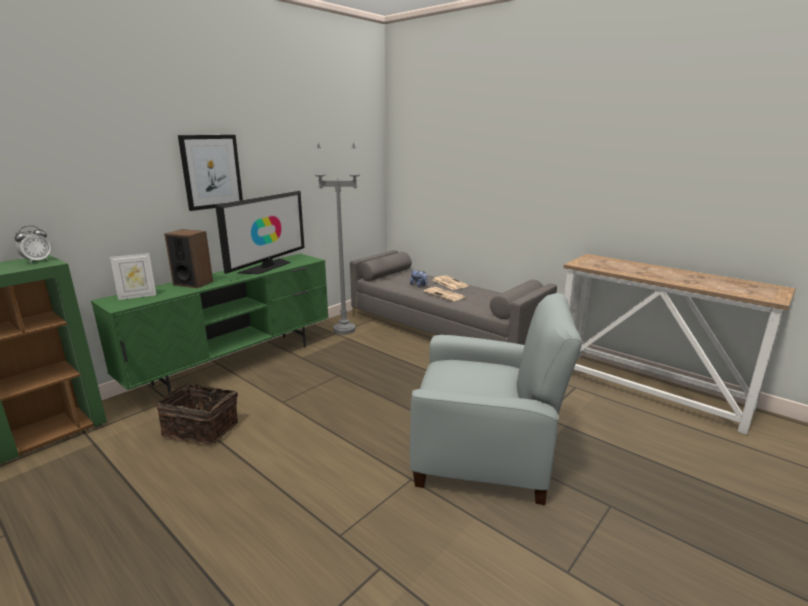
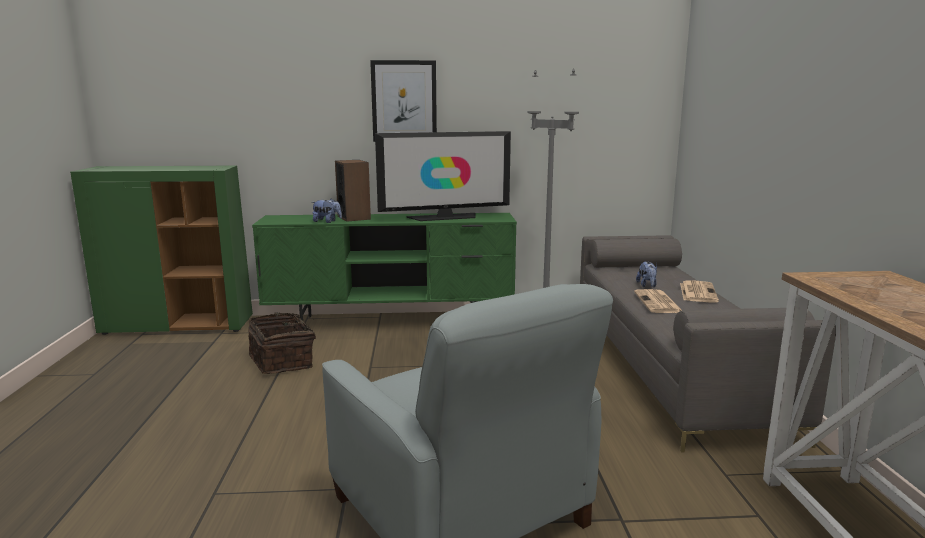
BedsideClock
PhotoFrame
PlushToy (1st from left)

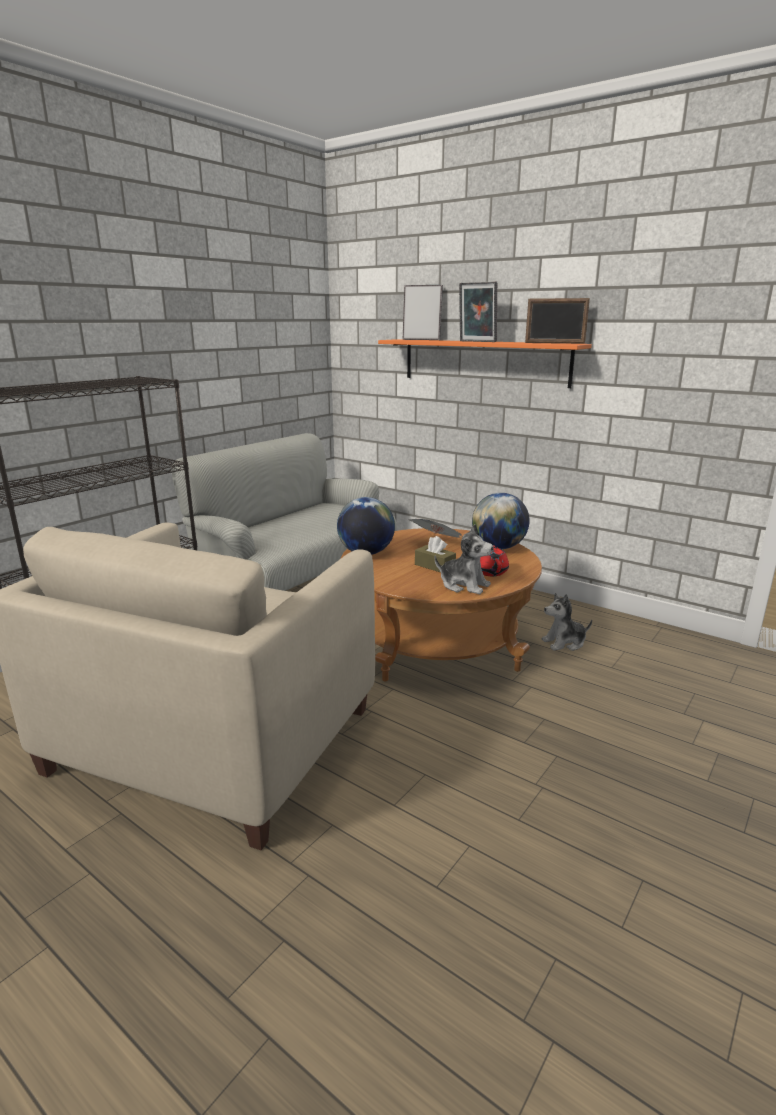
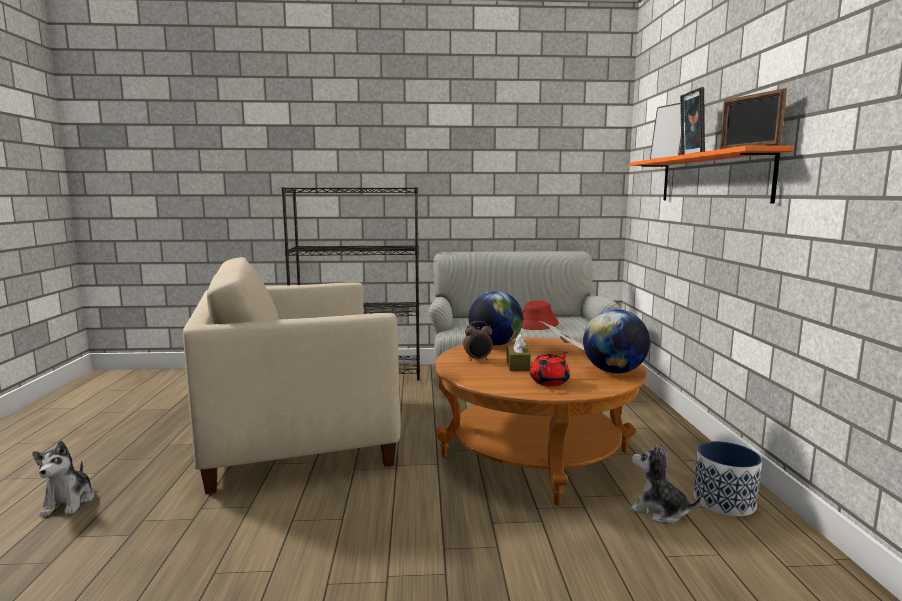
PlushToy (1st from left)
RedColouredClothingHat
BedsideClock
Planter

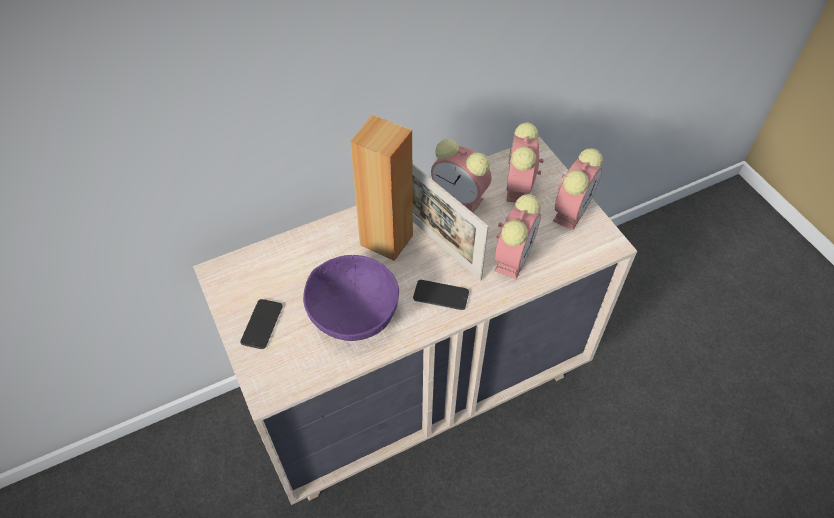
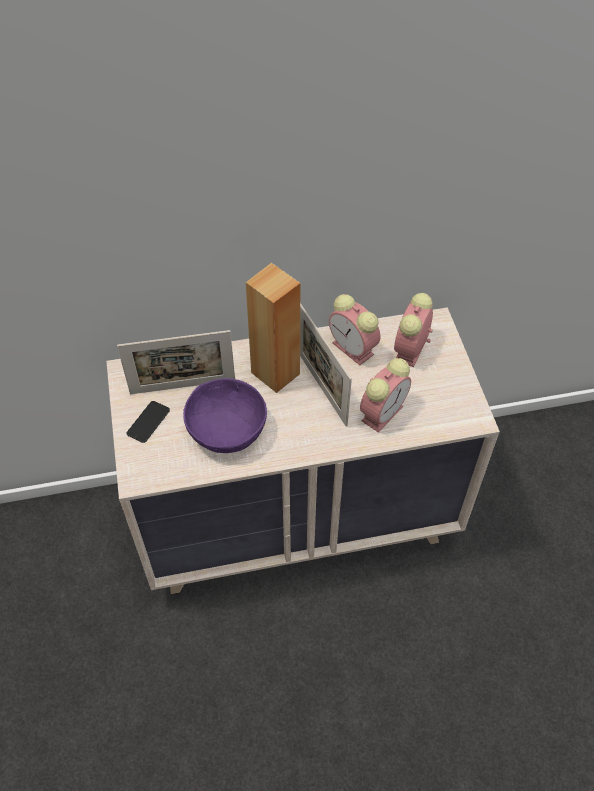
BedsideClock (4th from left in the first image)
Phone (2nd from left in the first image)
PhotoFrame (1st from left)

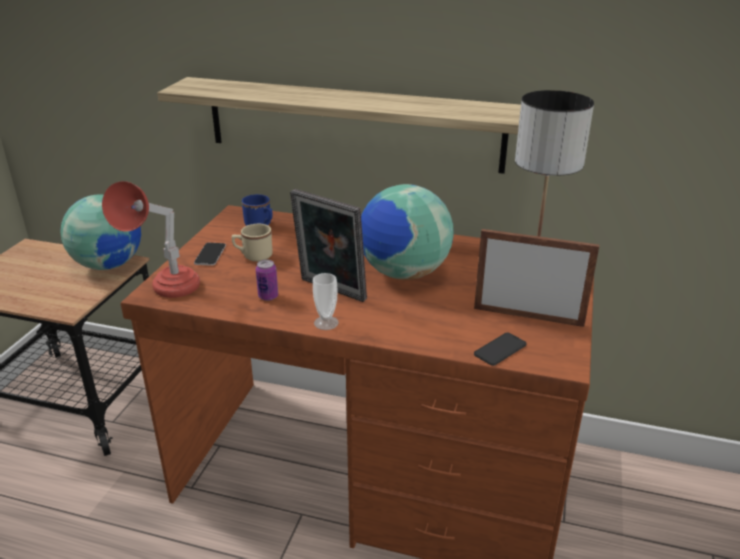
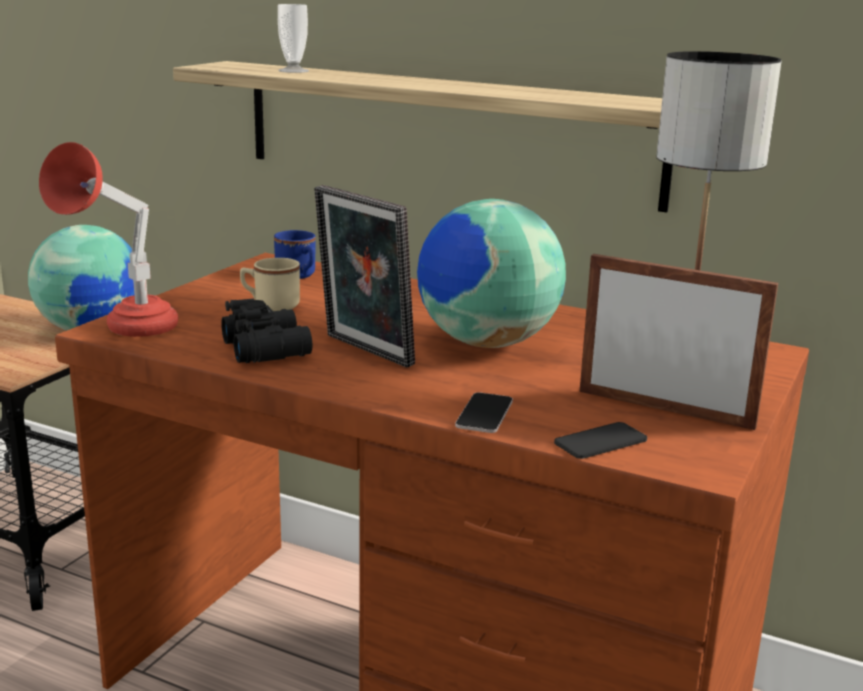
Phone (1st from left)
BlackPairOfBinoculars
SmallCup

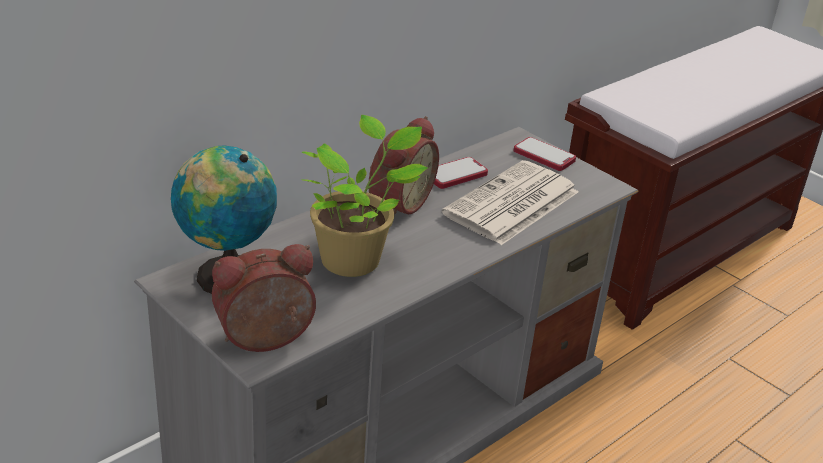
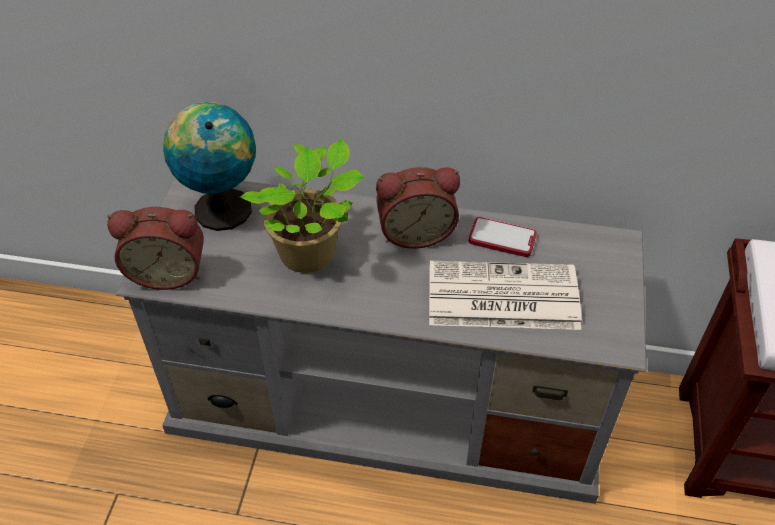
Phone (2nd from left in the first image)
BedsideClock (1st from left)

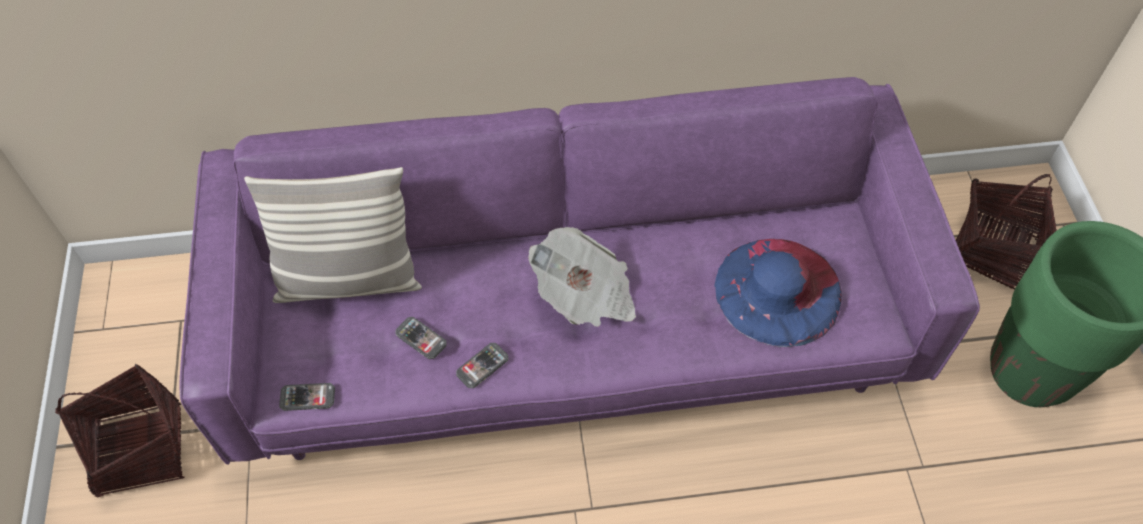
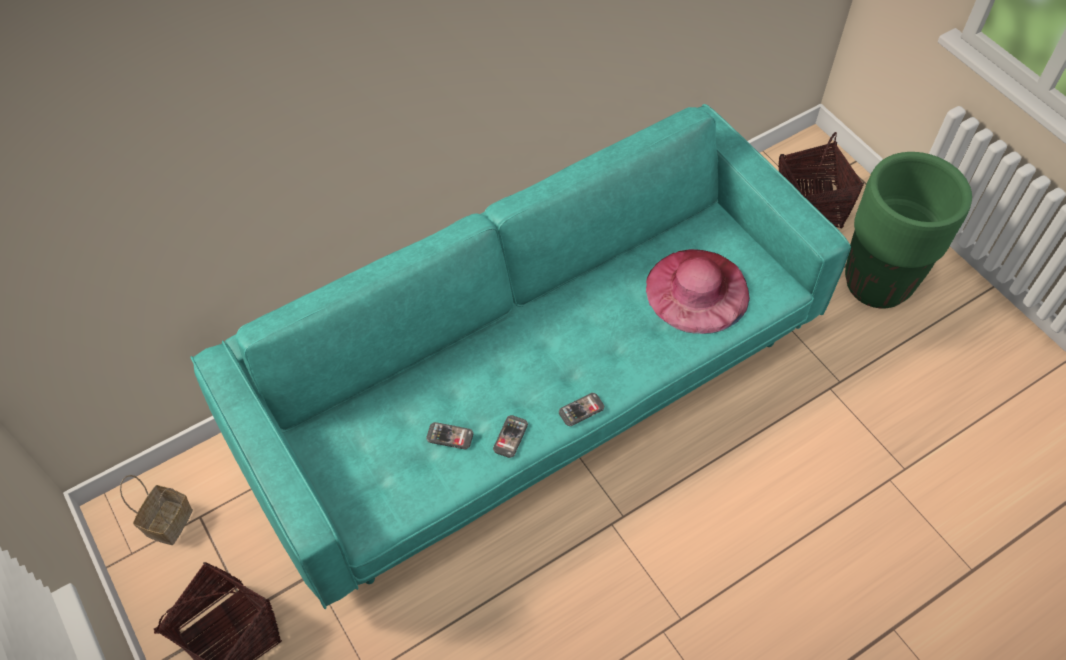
BlueGreenCouch
Pillow
PrintedPaper
PinkClothingHat
Phone (3rd from left)
Basket (1st from left)

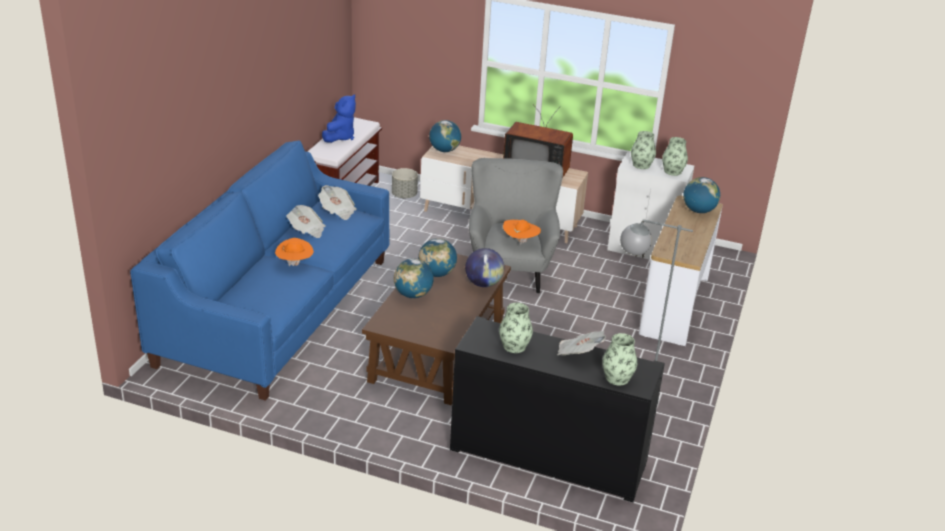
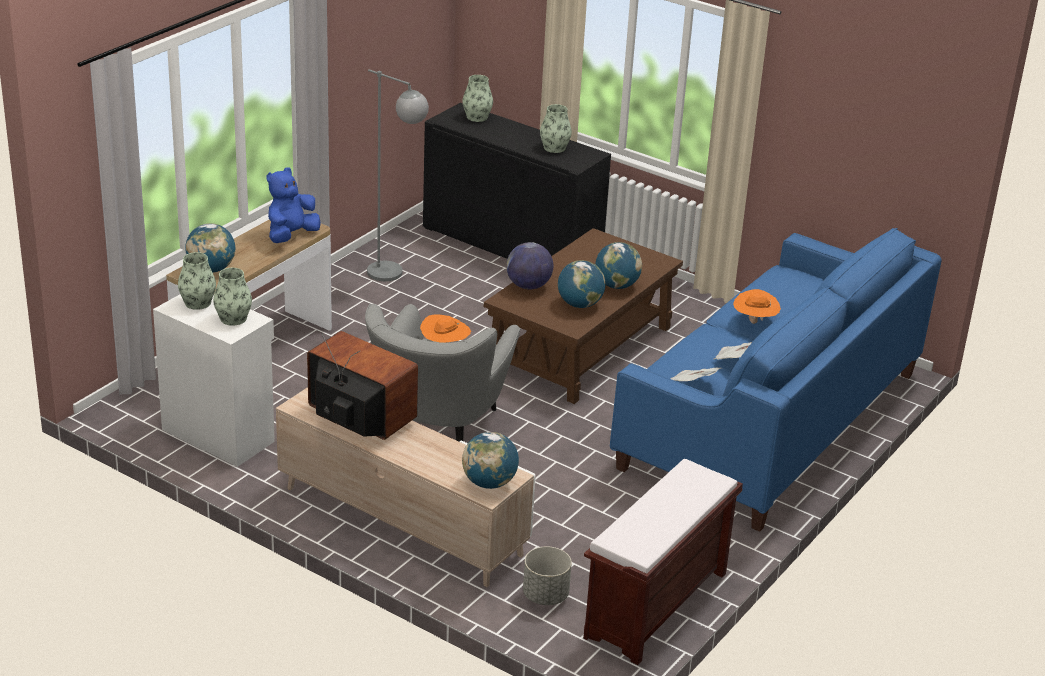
BluishPlushToy
PrintedPaper (3rd from left in the first image)

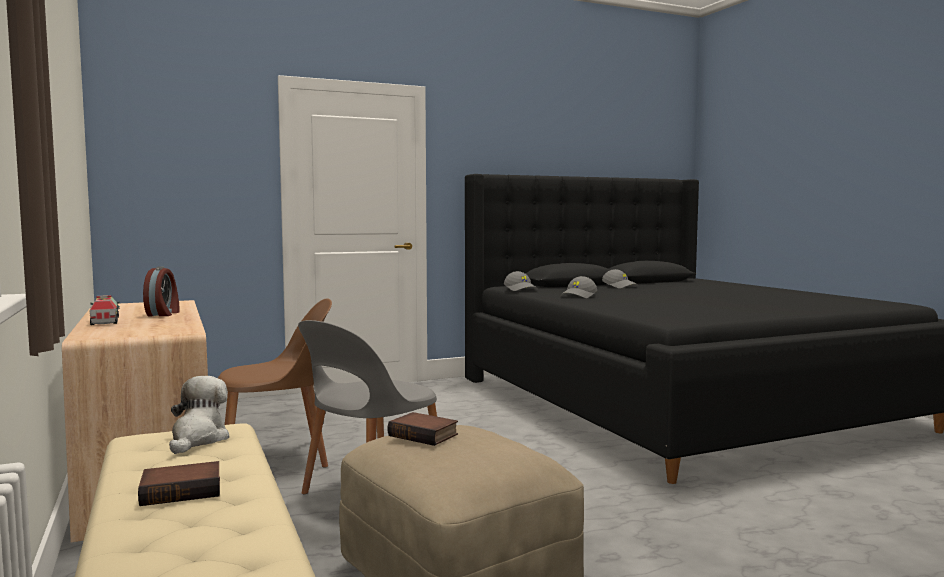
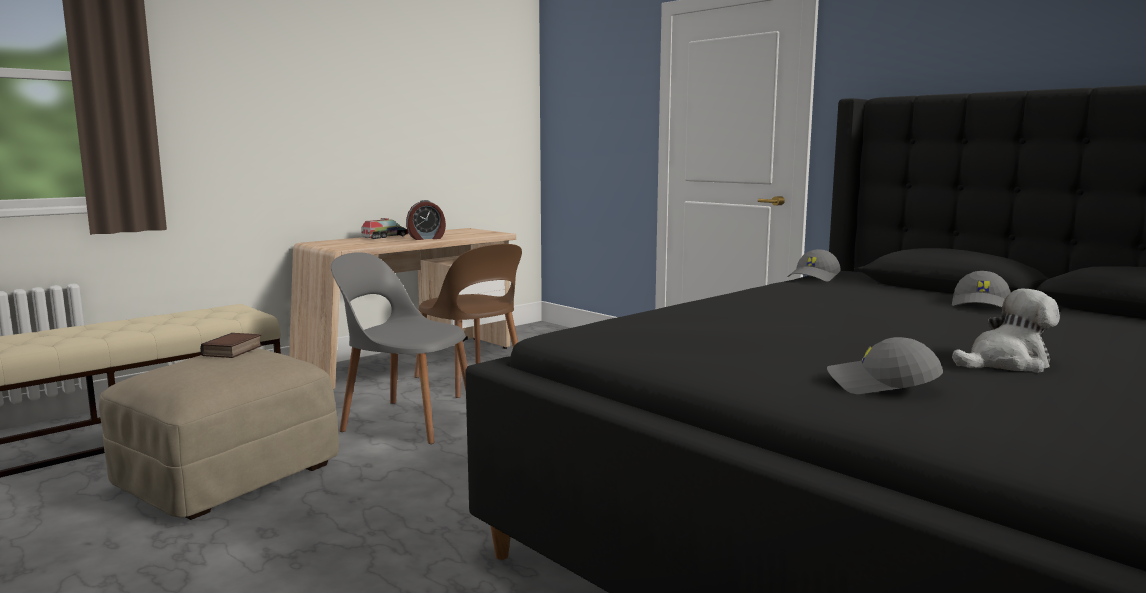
GrayPeakedCap (2nd from left)
PlushToy
Volume (1st from left in the first image)

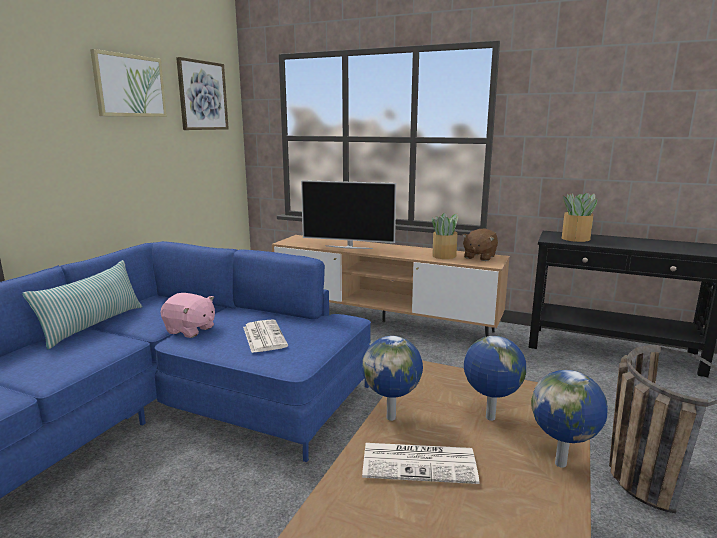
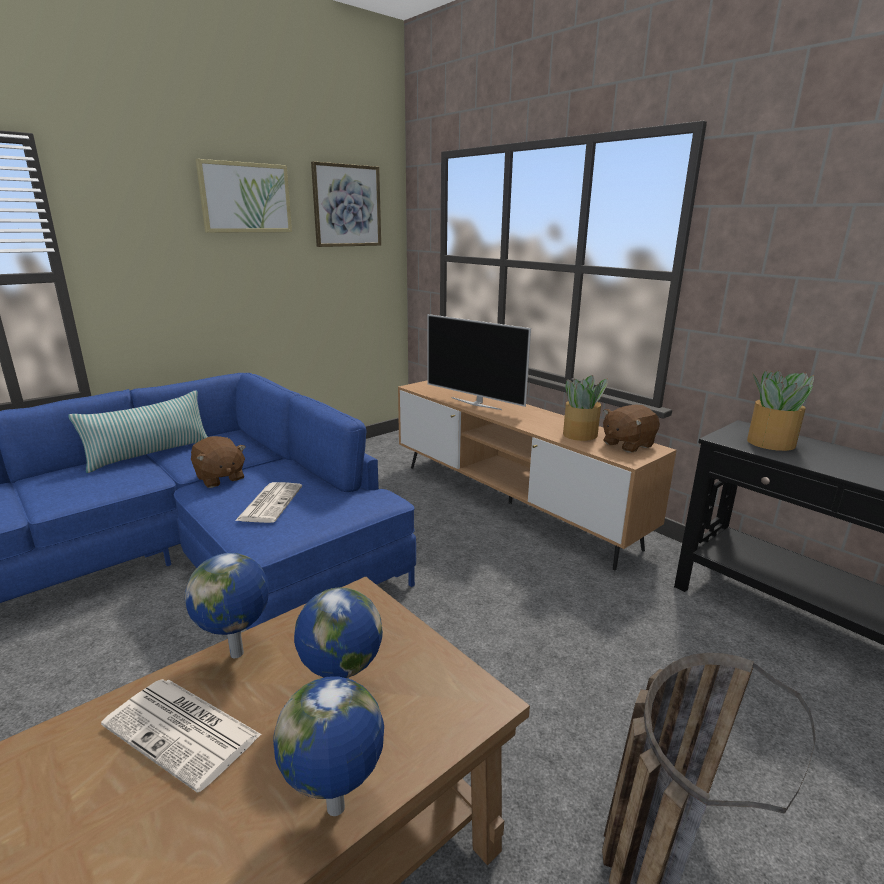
BrownColouredPlushToy (1st from left)

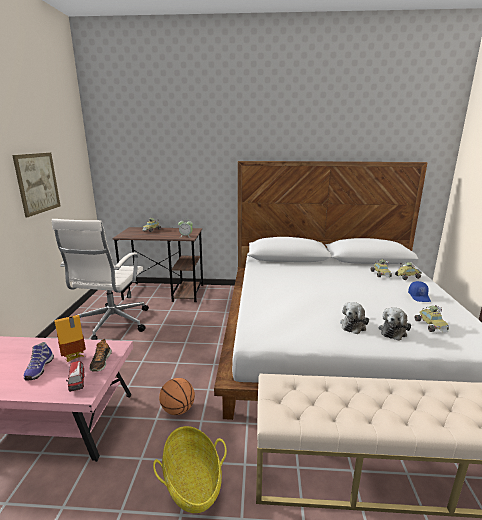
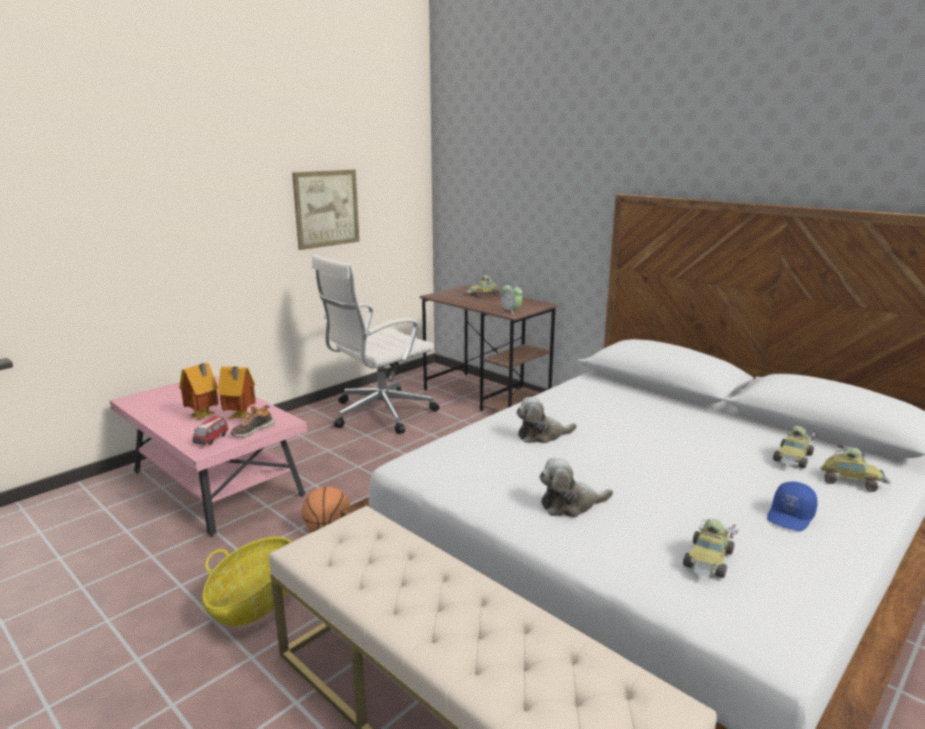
PlushToy (1st from left)
ToyHouse (1st from left)

